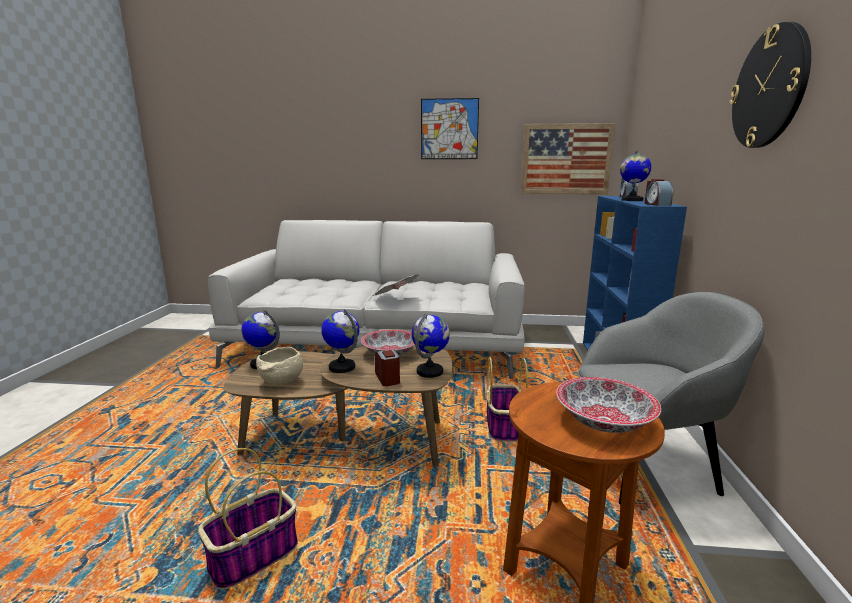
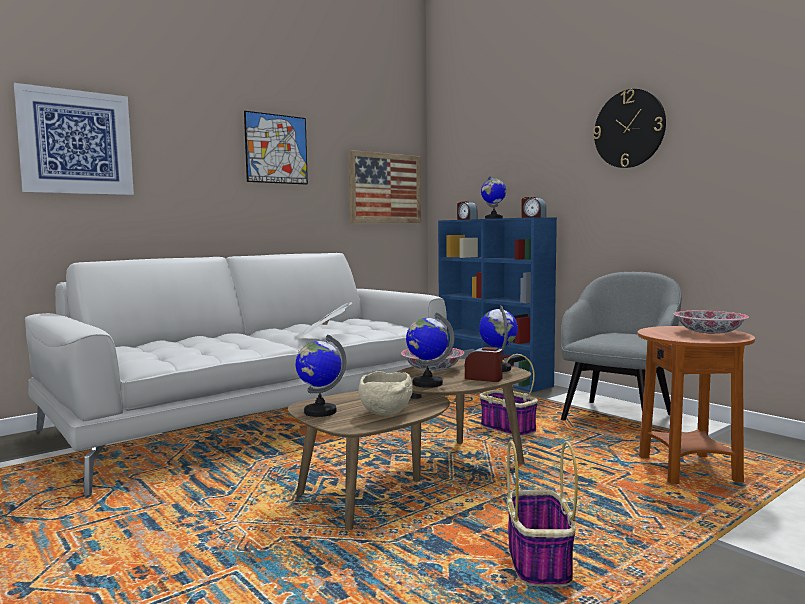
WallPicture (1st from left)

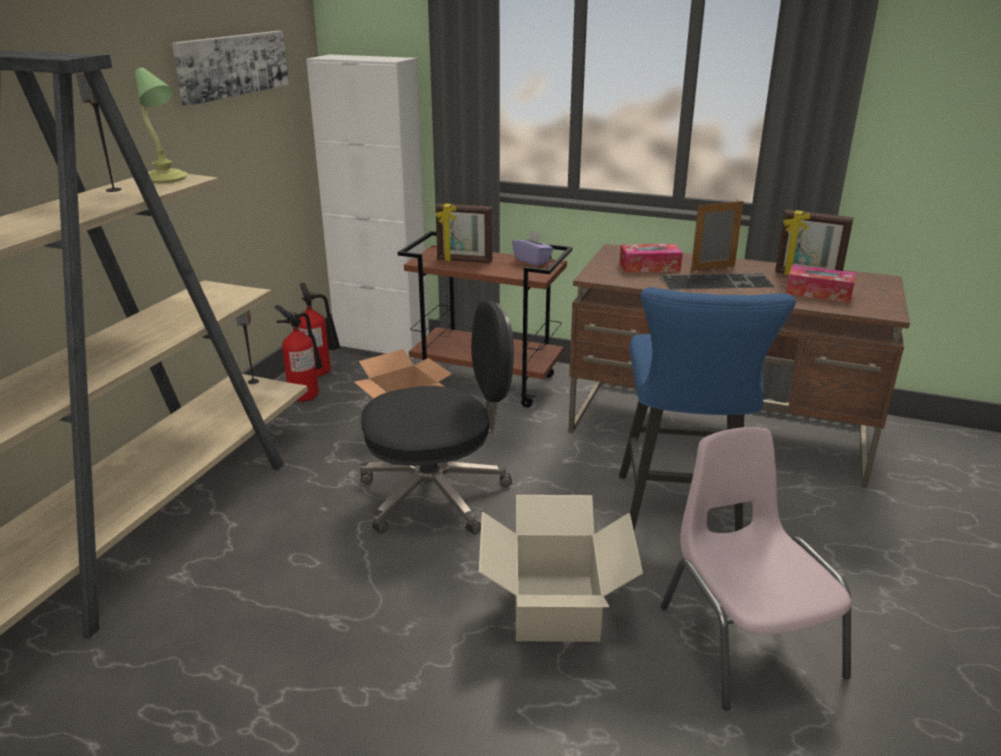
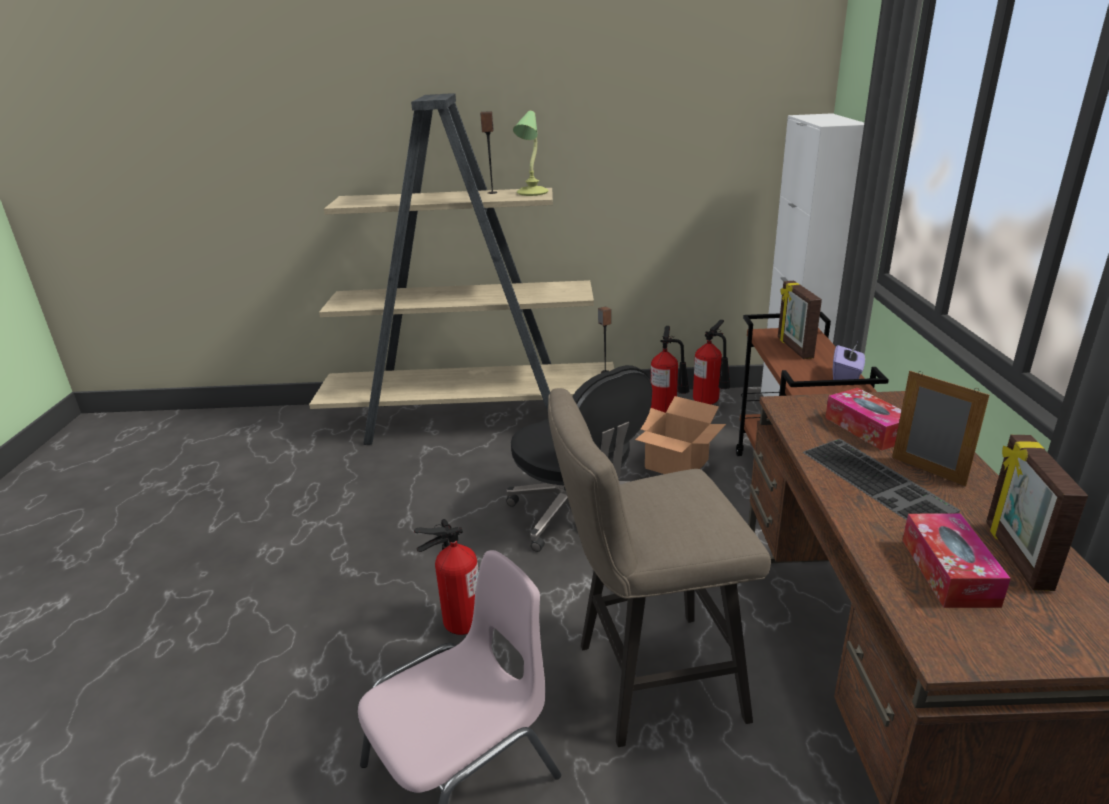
WallPicture
BeigeStool
FireExtinguisher (1st from left)

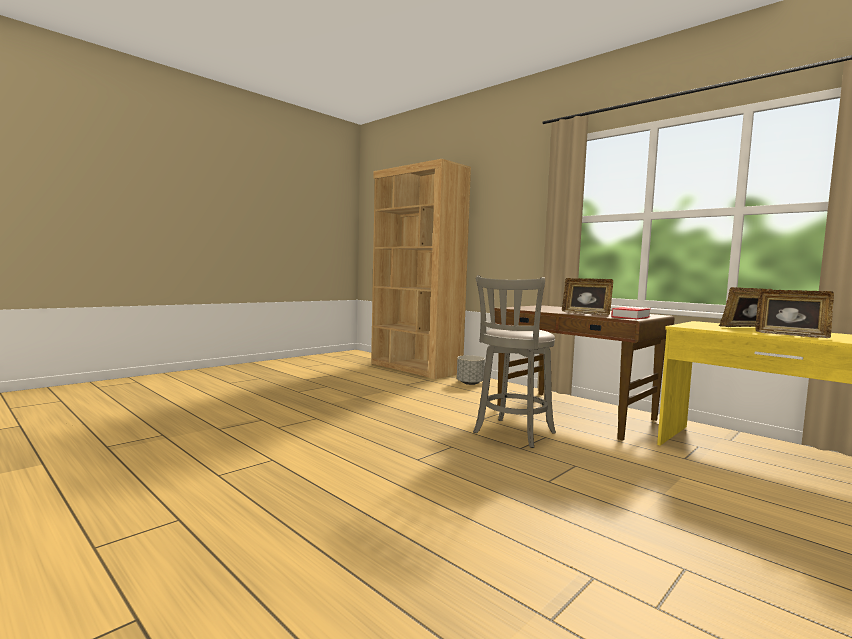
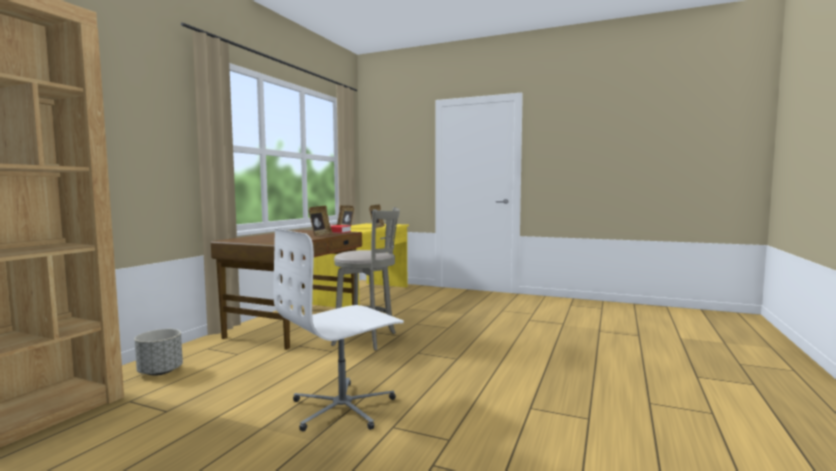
WhitishDeskChair

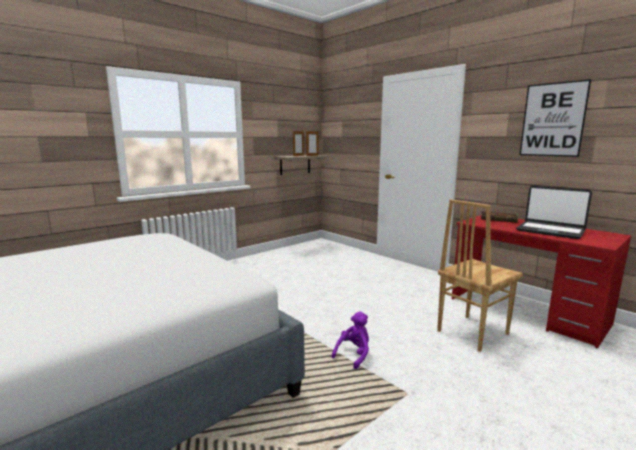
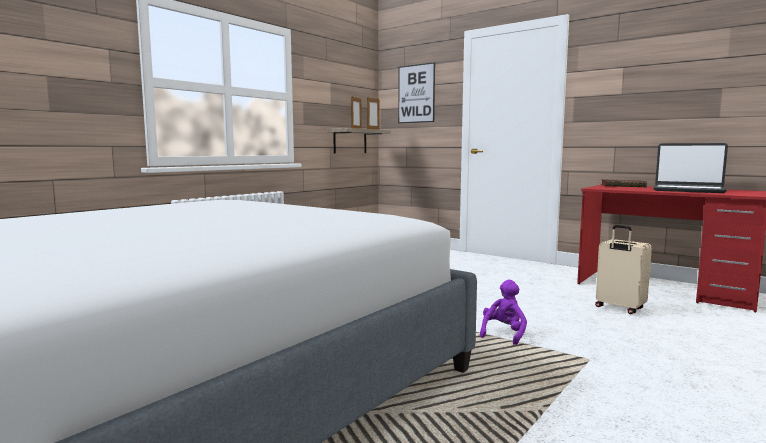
WallPicture
BeigeSuitcase

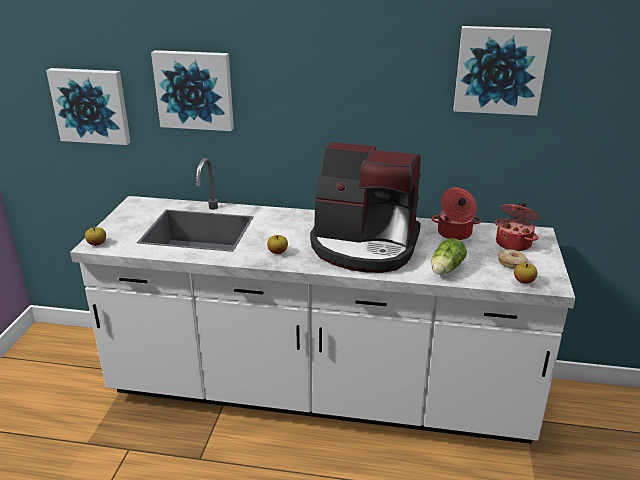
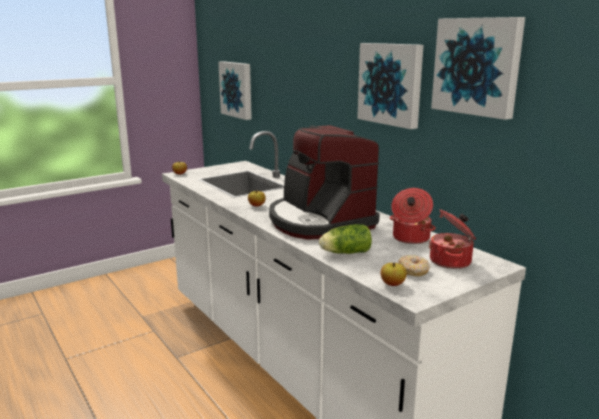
WallPicture (2nd from left)

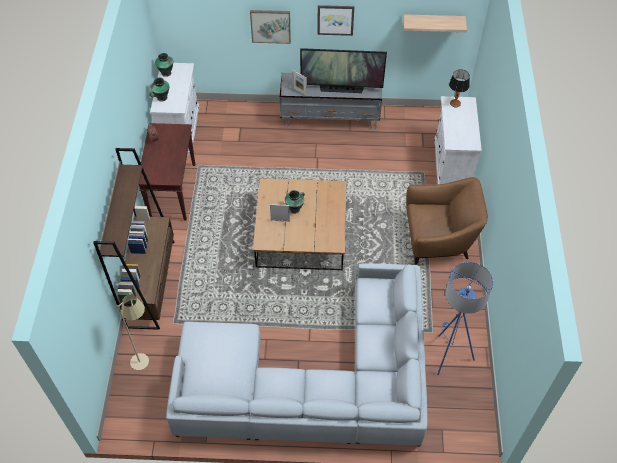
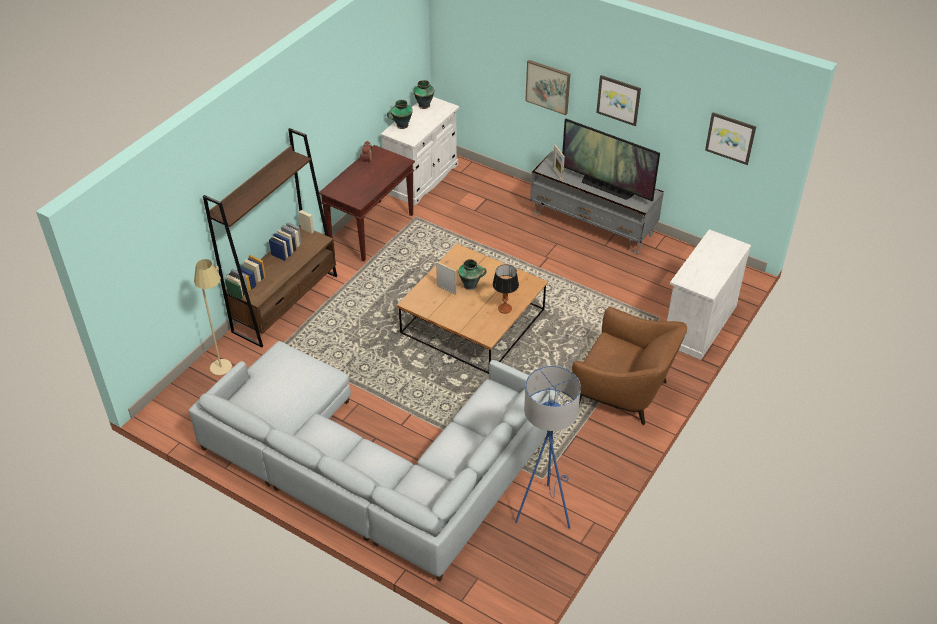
WallPicture (3rd from left)
TabletopLamp

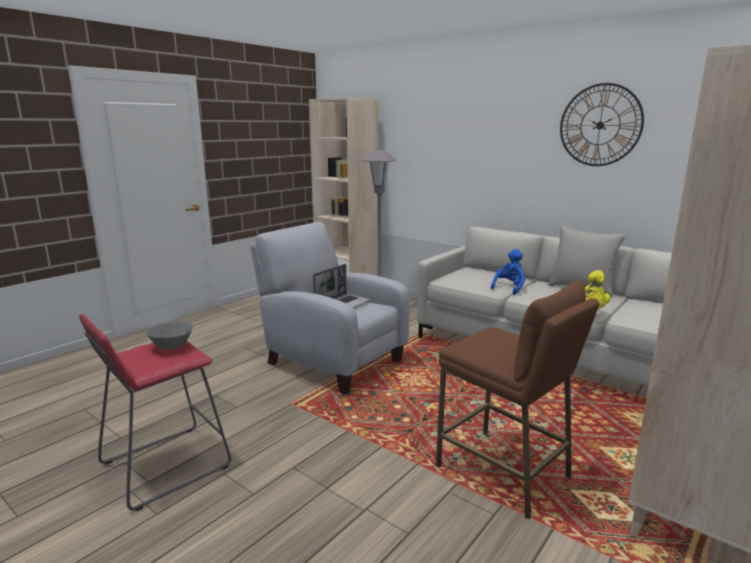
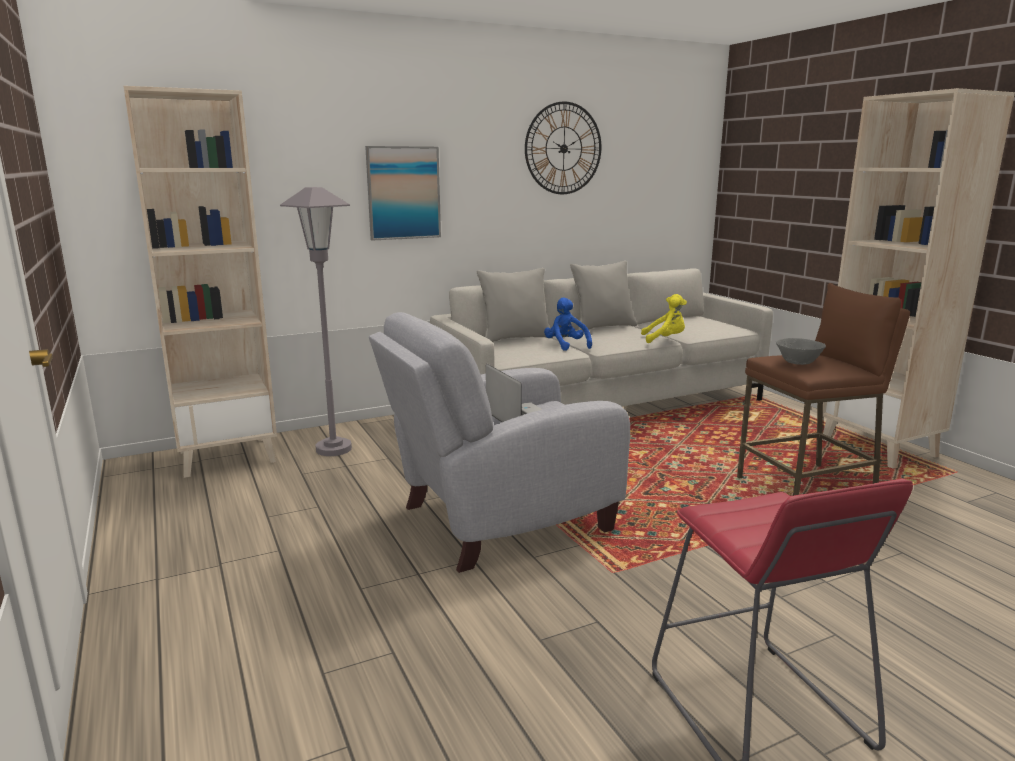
GrayBowl
WallPicture
GrayPillow (1st from left)

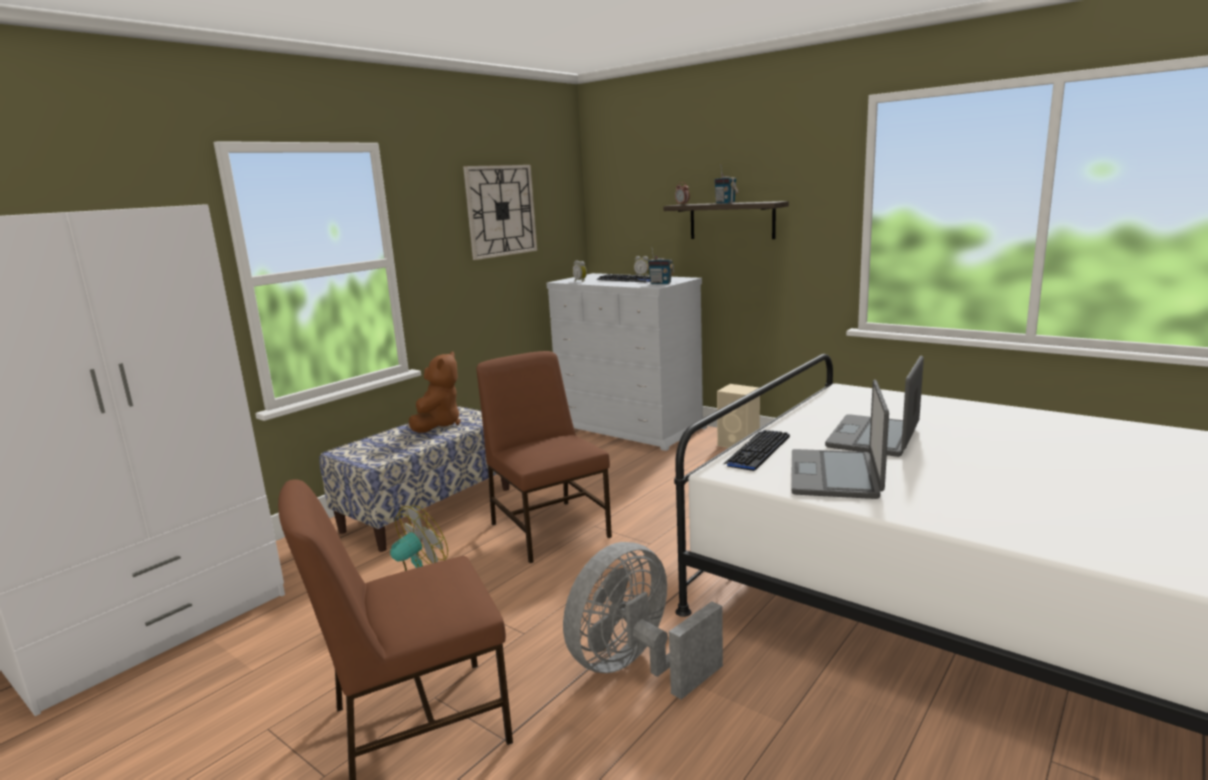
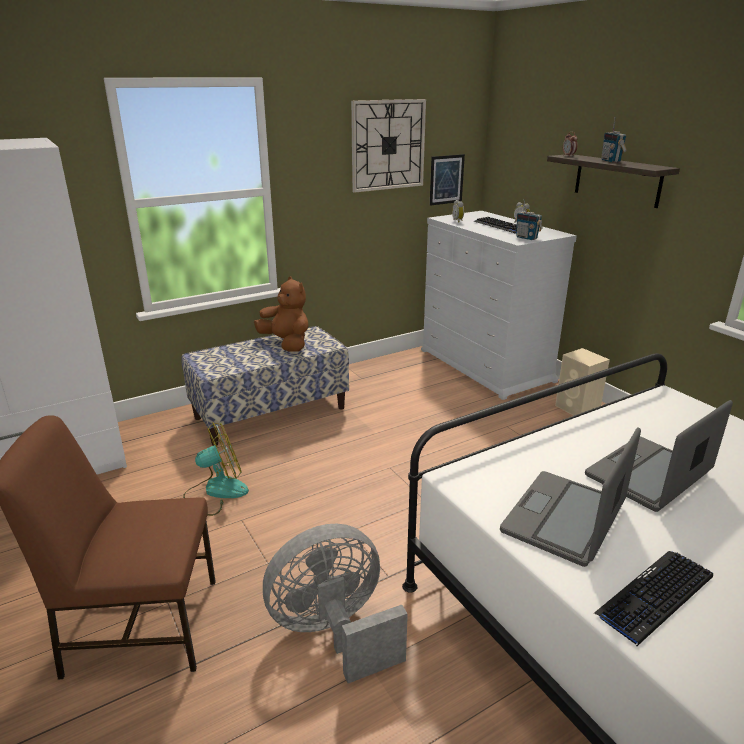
BrownColouredPlushToy
BrownColouredUprightChair (2nd from left in the first image)
ComputerKeyboard (2nd from left)
WallPicture

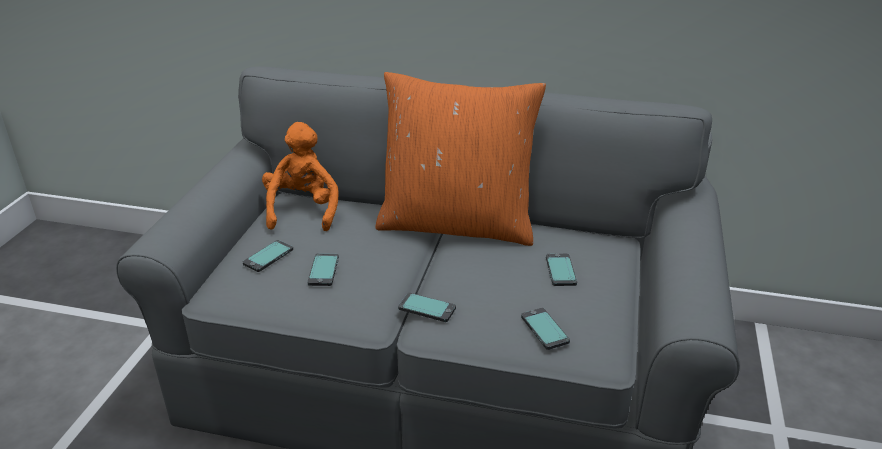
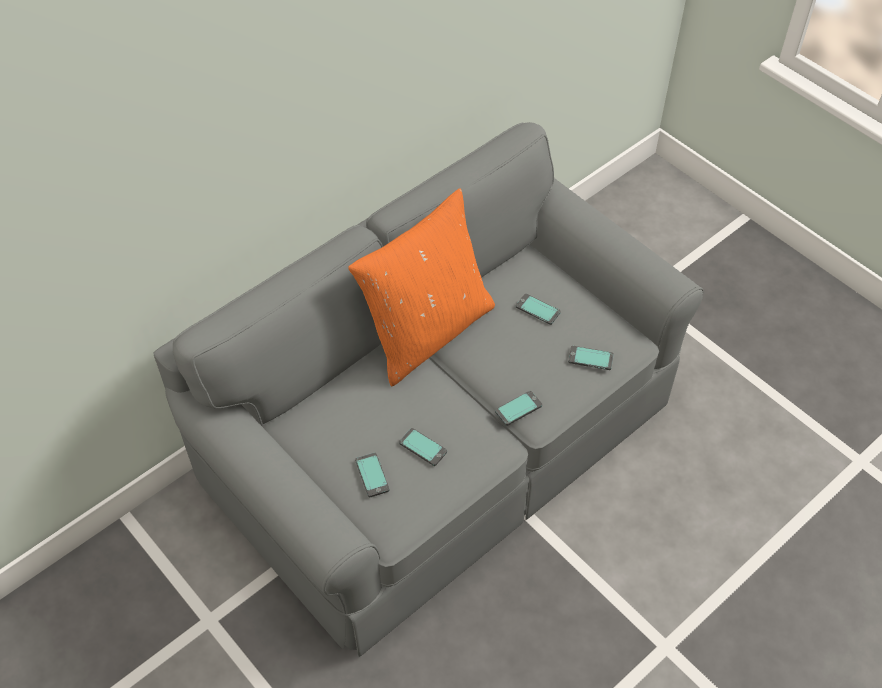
OrangePlushToy

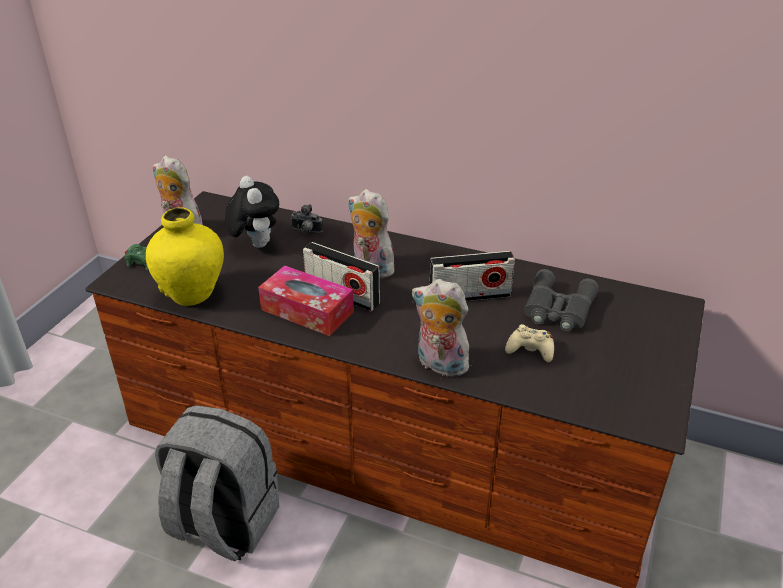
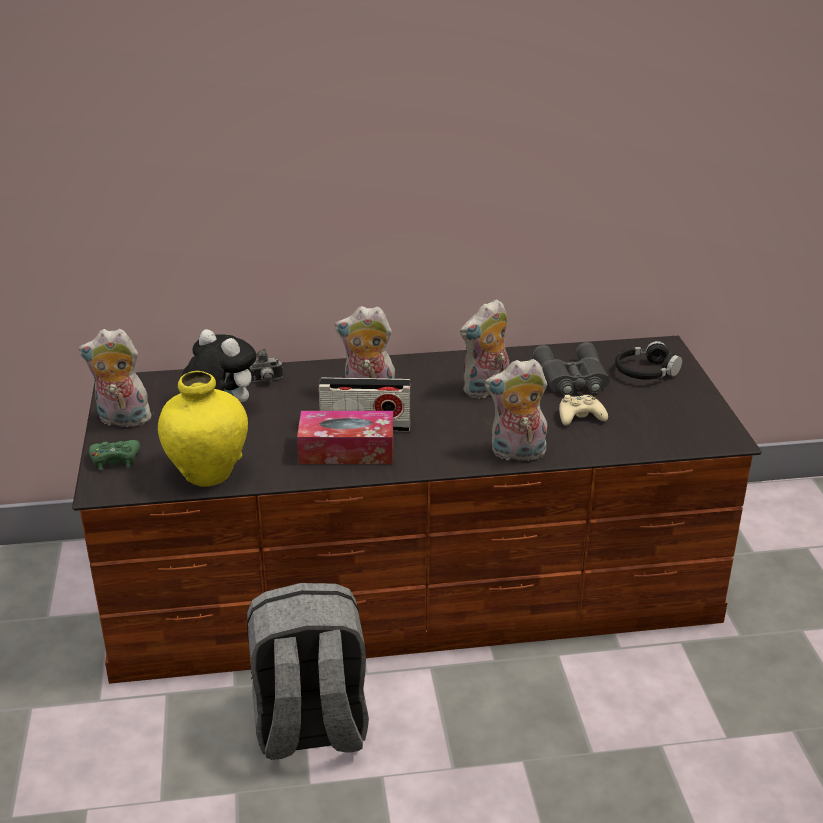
PlushToy (4th from left)
BlackPairOfHeadphones

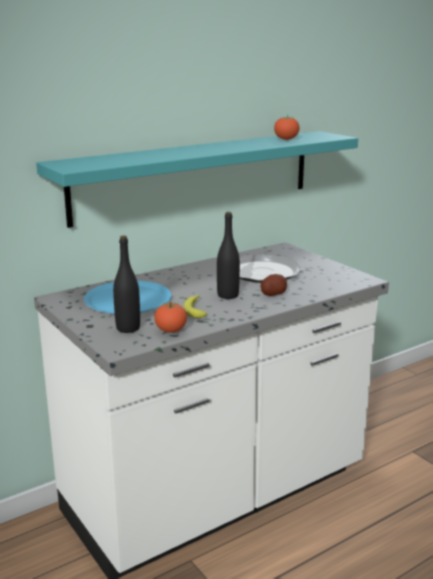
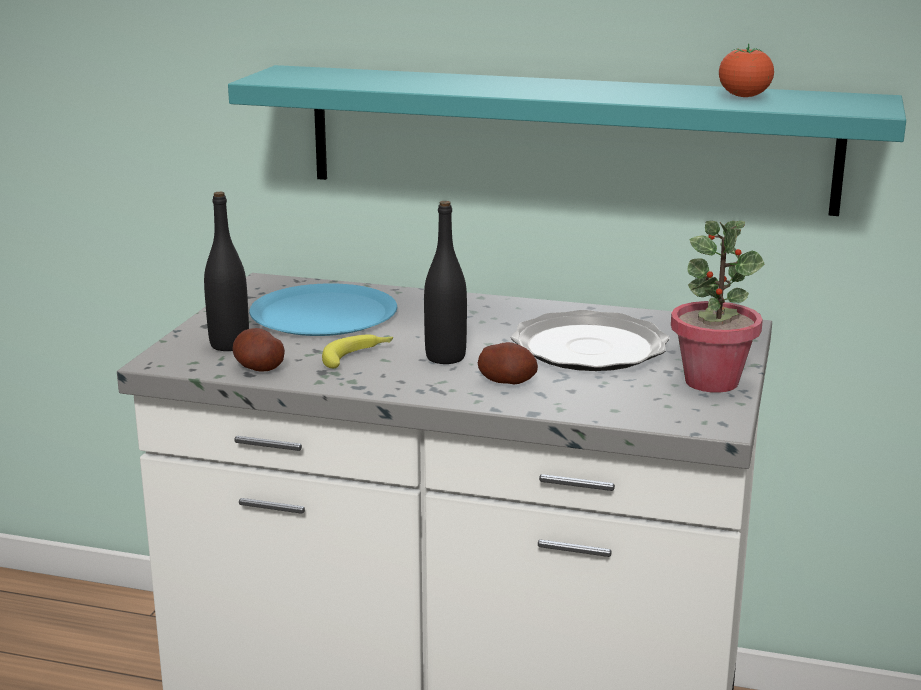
Potato (1st from left)
PlantInAPot

